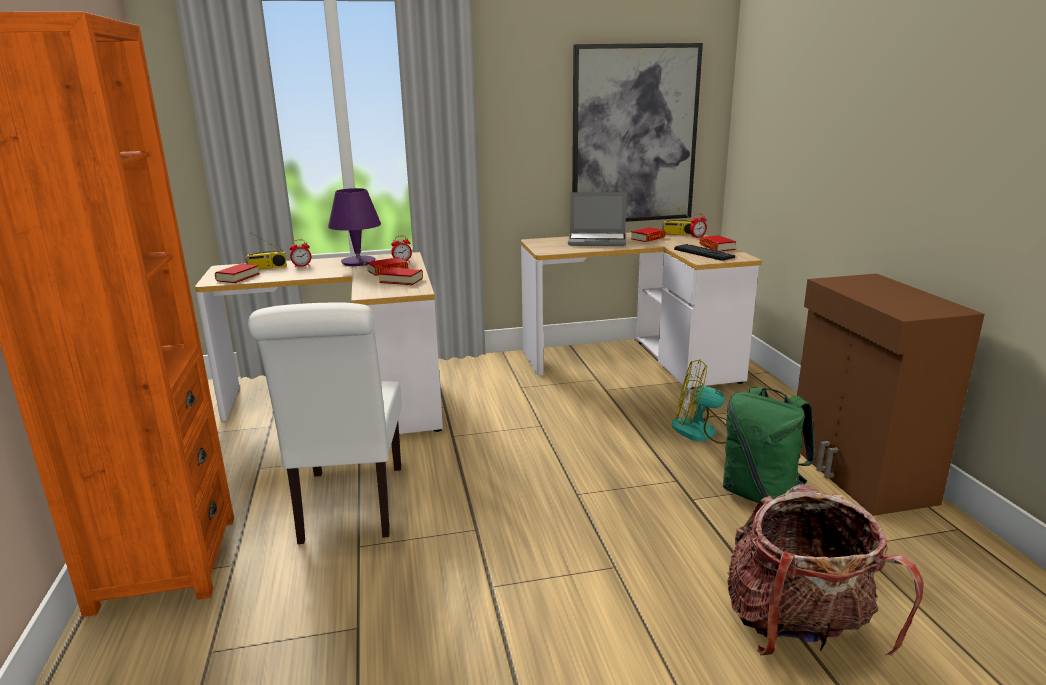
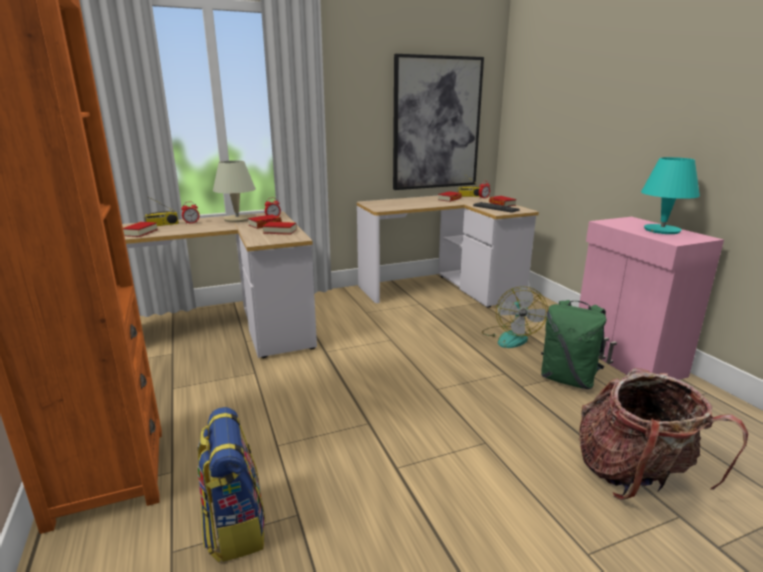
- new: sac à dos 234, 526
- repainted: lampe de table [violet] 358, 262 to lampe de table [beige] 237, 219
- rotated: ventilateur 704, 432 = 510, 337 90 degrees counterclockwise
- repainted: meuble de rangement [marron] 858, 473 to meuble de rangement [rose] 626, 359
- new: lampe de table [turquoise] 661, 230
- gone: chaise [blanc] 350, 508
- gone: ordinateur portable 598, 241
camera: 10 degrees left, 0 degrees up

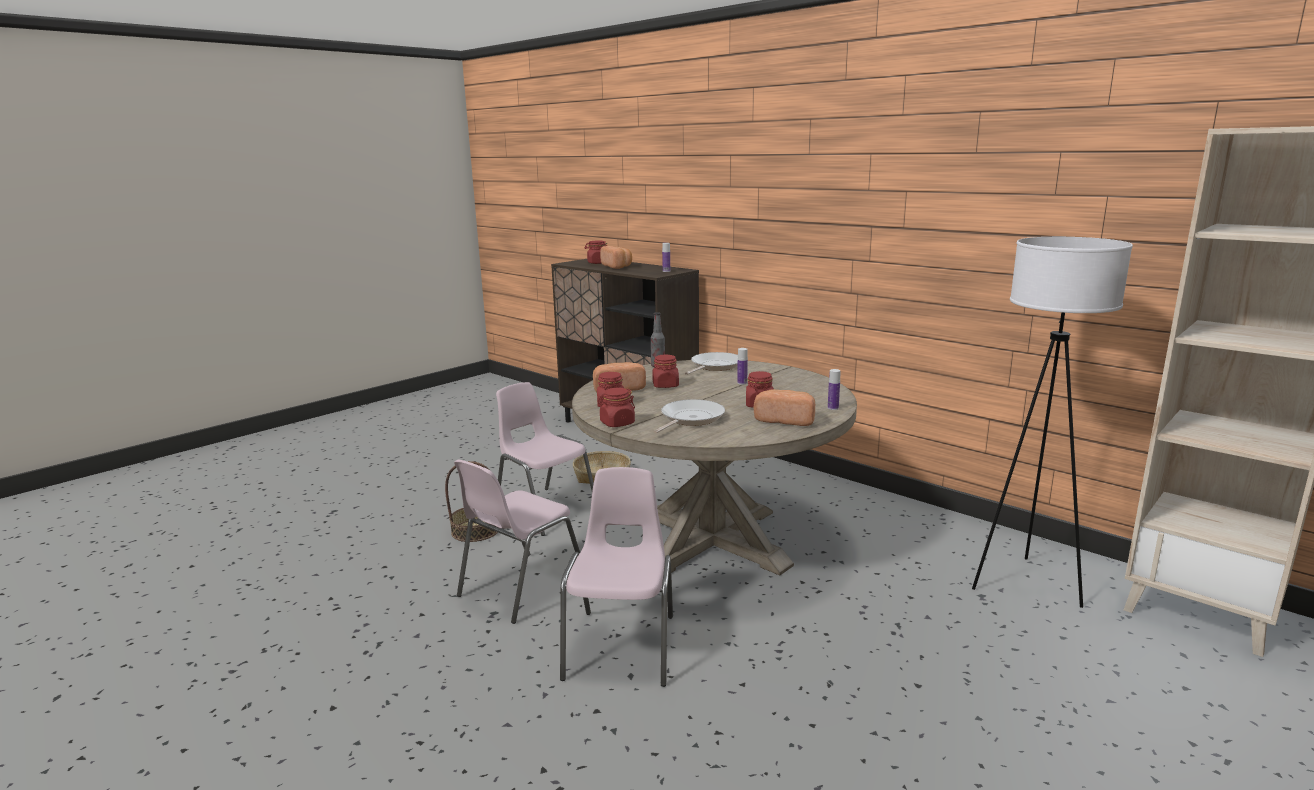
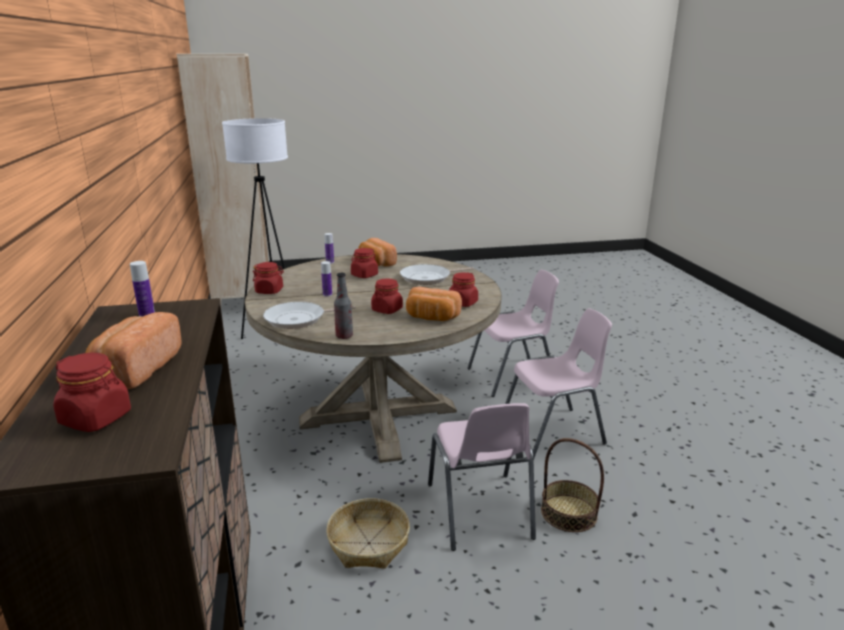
- shifted: bocal [rouge] 617, 423 to 269, 291
- rotated: chaise [rose] 622, 645 = 513, 377 150 degrees counterclockwise
camera: 145 degrees left, 5 degrees up

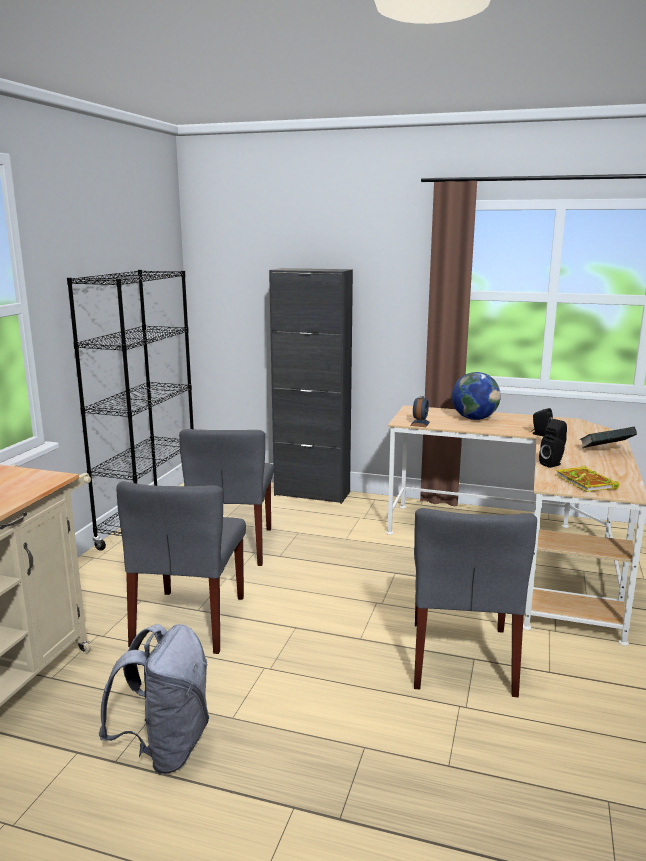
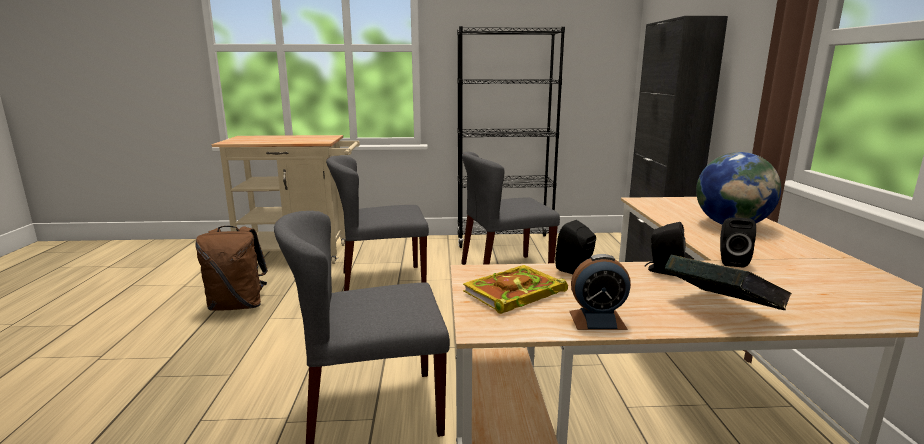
- repainted: sac à dos [gris] 165, 748 to sac à dos [marron] 238, 305
- shifted: réveil 420, 424 to 597, 320
camera: 70 degrees right, 0 degrees up

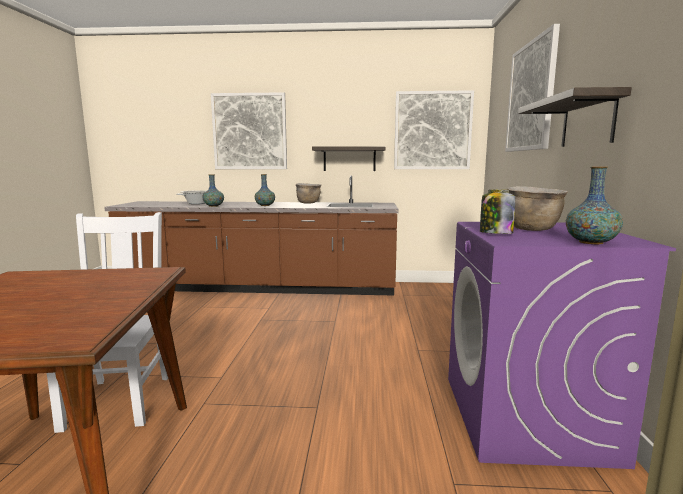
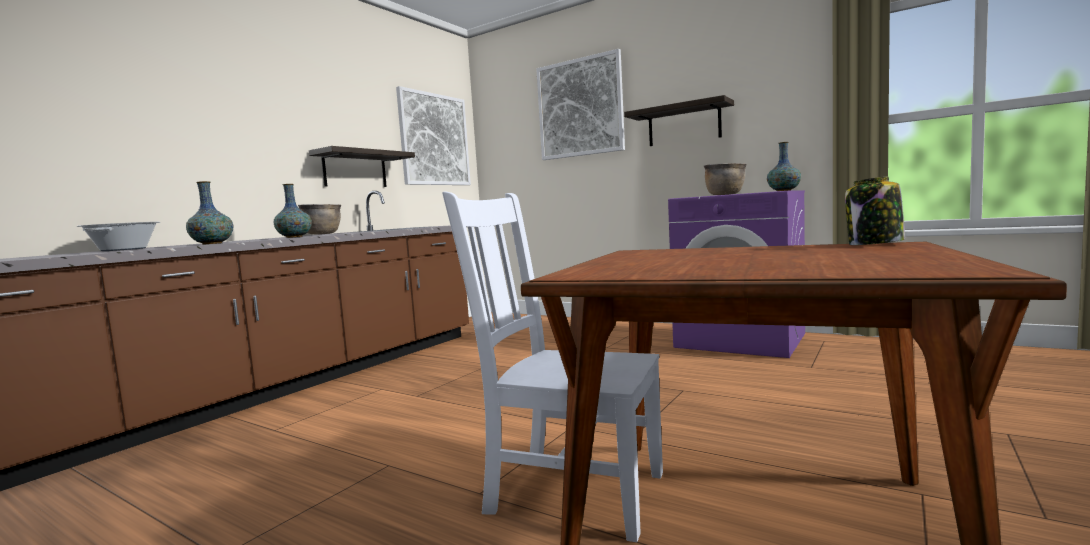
- shifted: bocal 495, 233 to 874, 244
- gone: tableau 250, 131
camera: 60 degrees left, 5 degrees down

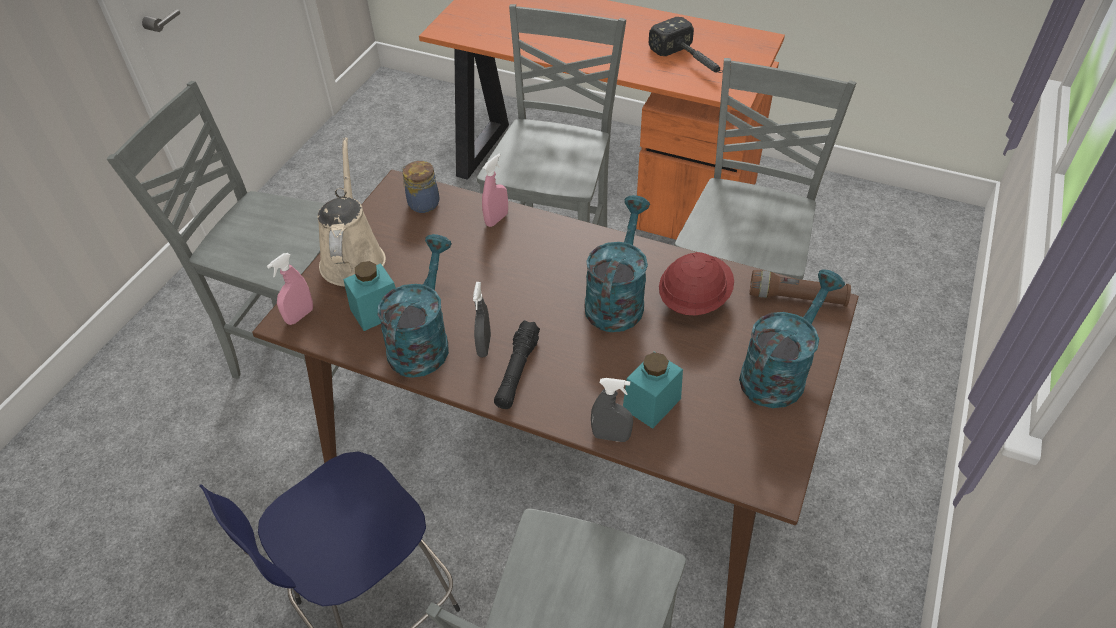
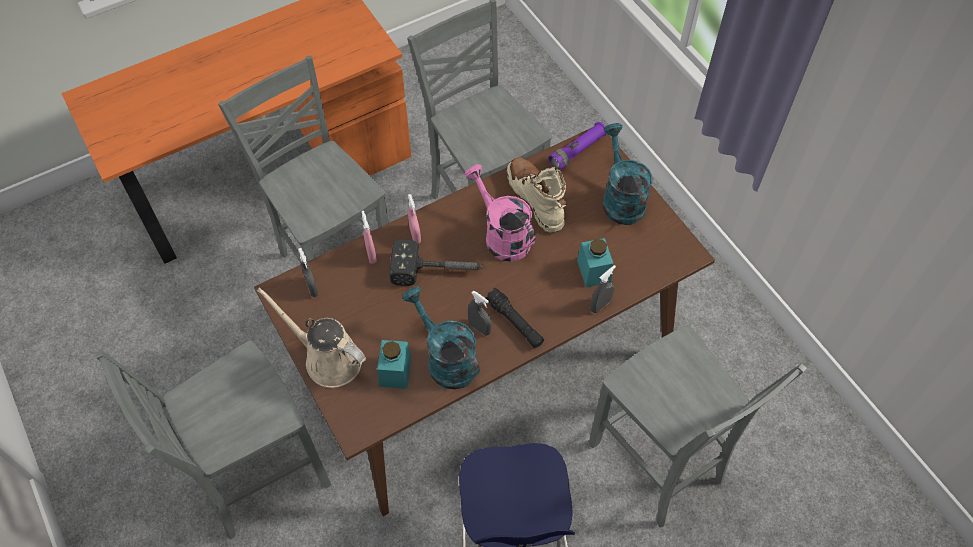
- swapped: bocal 422, 203 to vaporisateur [gris] 312, 288
- shifted: marteau 690, 62 to 439, 271
- shifted: vaporisateur [rose] 300, 316 to 415, 235
- repainted: arrosoir [turquoise] 617, 298 to arrosoir [rose] 502, 235
- swapped: casque de chantier [rouge] 693, 299 to botte [beige] 536, 199
- repainted: lampe de poche [marron] 797, 298 to lampe de poche [violet] 577, 151
camera: 55 degrees left, 10 degrees up

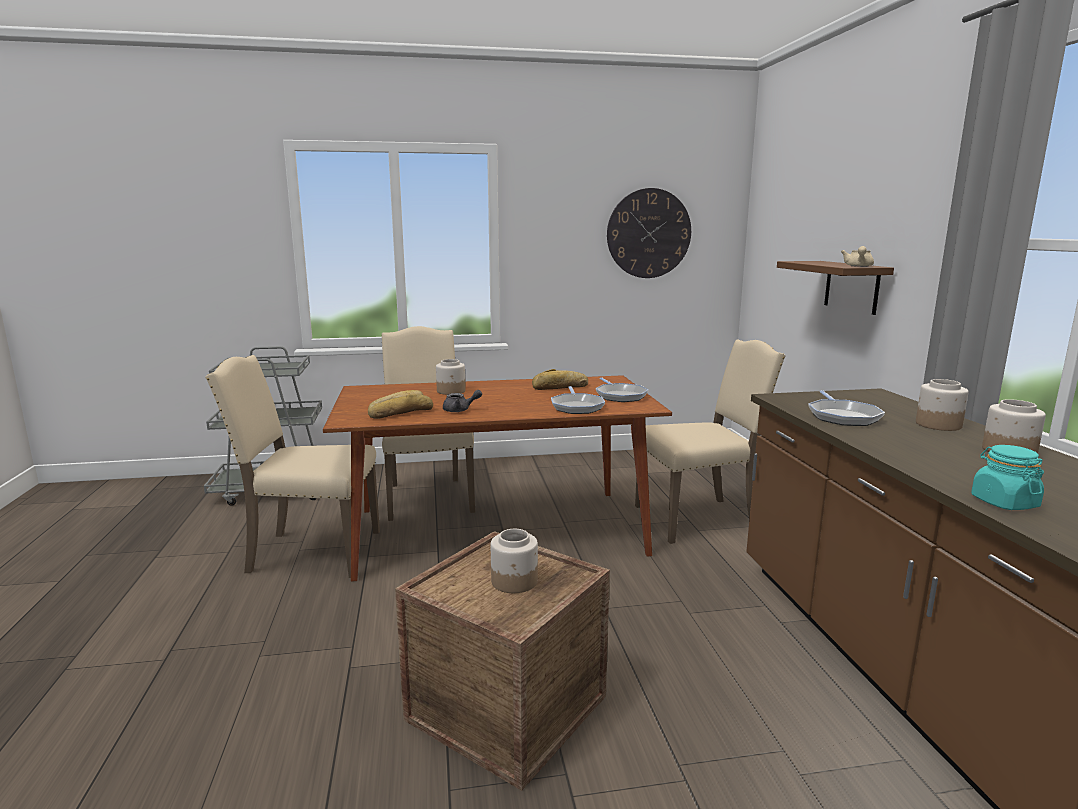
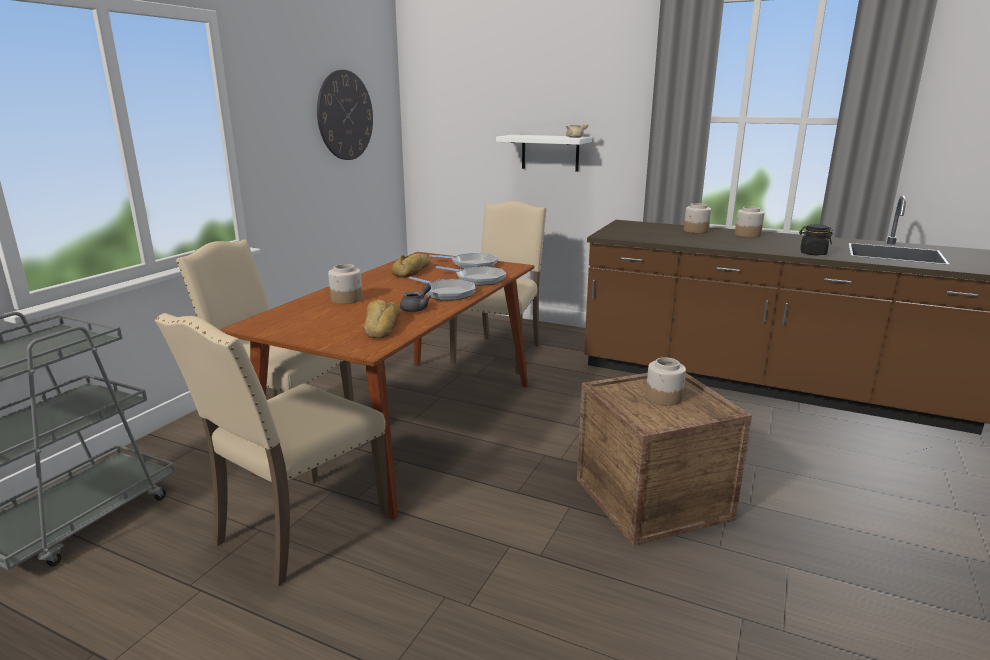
- shifted: poêle 842, 416 to 446, 293
- repainted: étagère [marron] 851, 286 to étagère [blanc] 550, 152
- repainted: bocal [turquoise] 1003, 502 to bocal [noir] 812, 253
camera: 55 degrees left, 5 degrees up

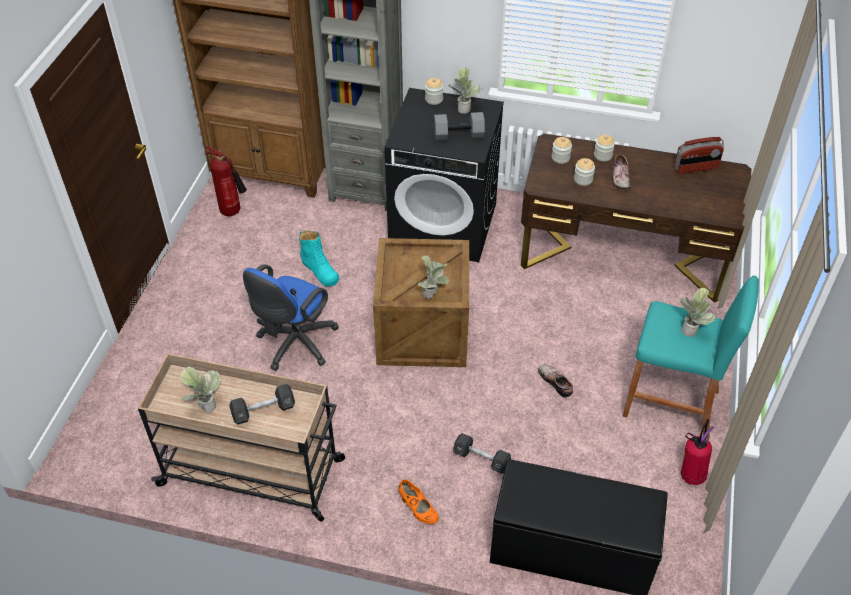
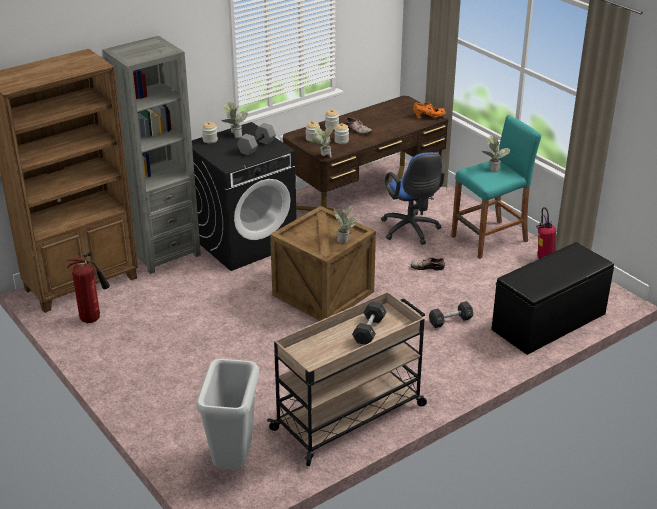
- new: poubelle [gris] 232, 462
- shifted: plante en pot 204, 404 to 323, 157
- shifted: chaise de bureau [bleu] 294, 344 to 411, 231
- shifted: chaussure [orange] 418, 509 to 429, 117
- gone: botte [turquoise] 320, 270
- gone: radio 696, 168
camera: 50 degrees left, 15 degrees down

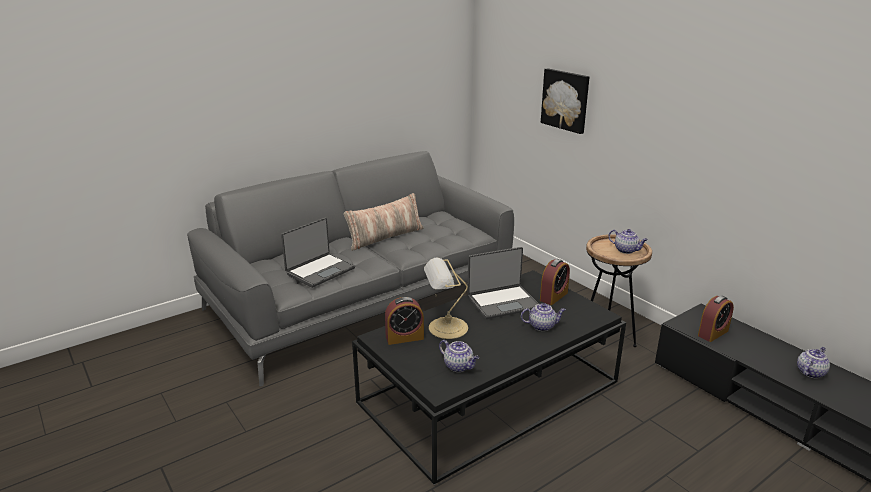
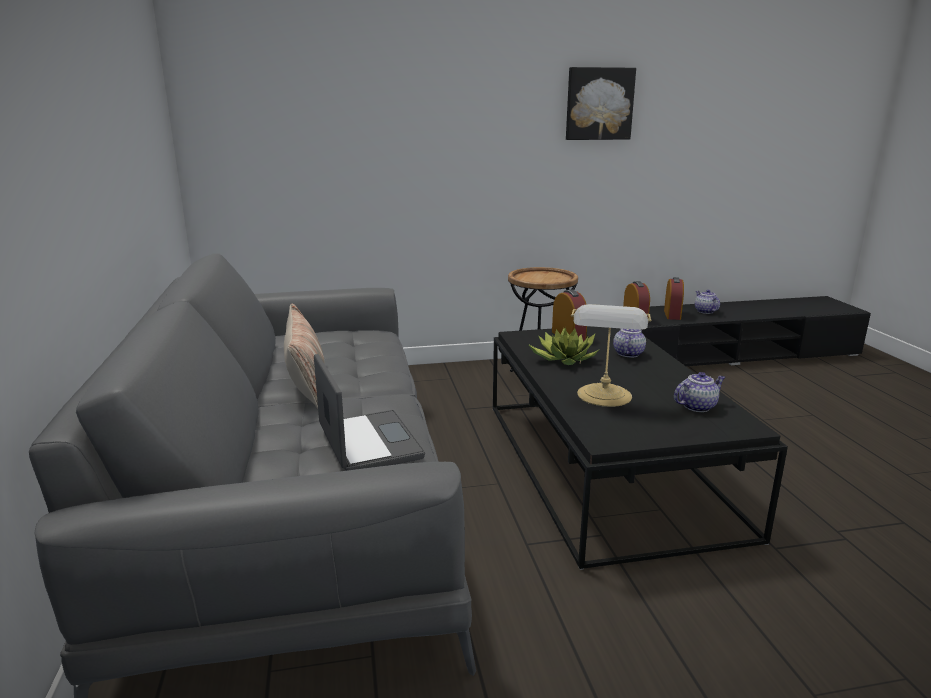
- swapped: ordinateur portable 502, 302 to plante en pot 563, 358
- shifted: tableau 566, 100 to 599, 104
- shifted: réveil 404, 337 to 672, 314
- gone: théière 626, 250
camera: 65 degrees left, 5 degrees down

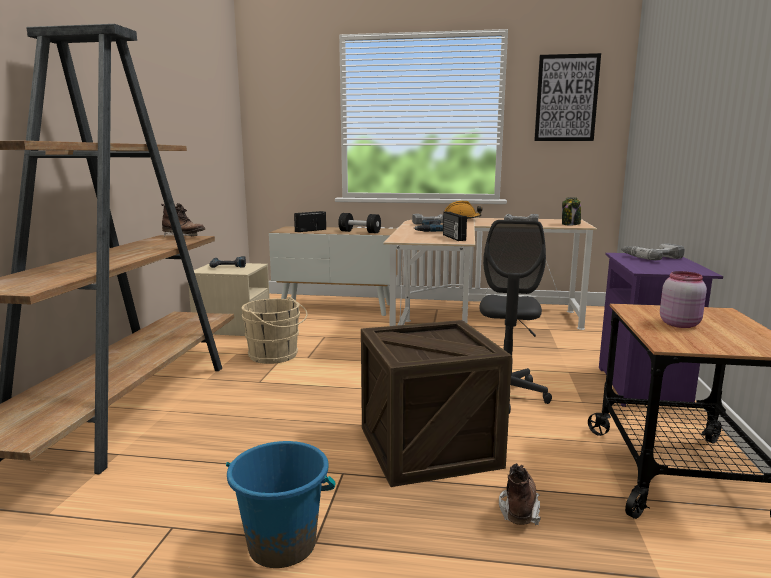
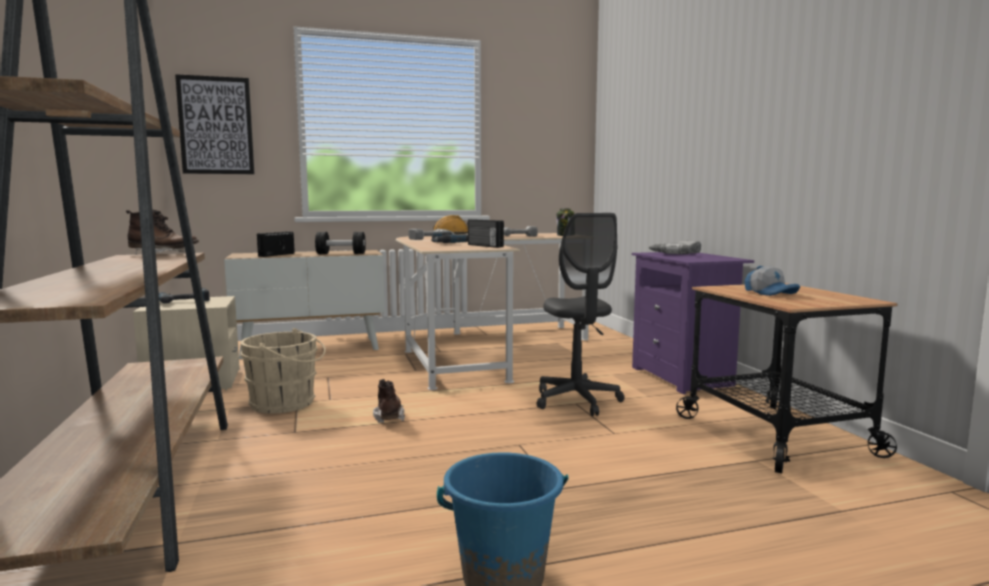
- shifted: tableau 566, 98 to 216, 125
- shifted: botte [marron] 519, 508 to 389, 416
- swapped: bocal [rose] 679, 324 to casquette 771, 293
- gone: caisse 428, 447
camera: 25 degrees left, 5 degrees down

